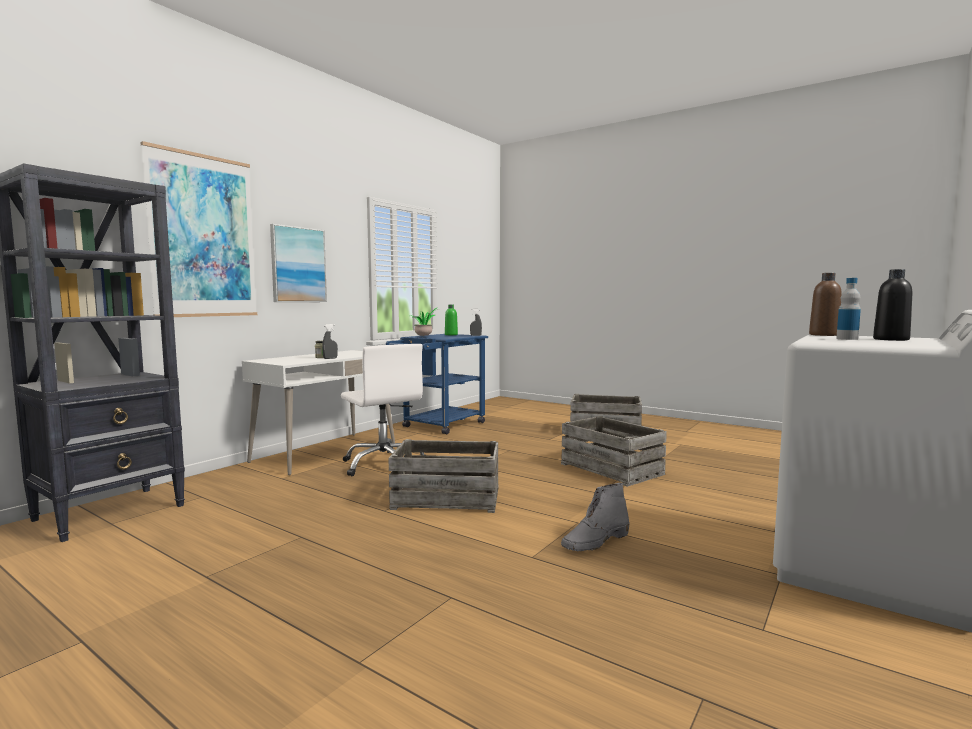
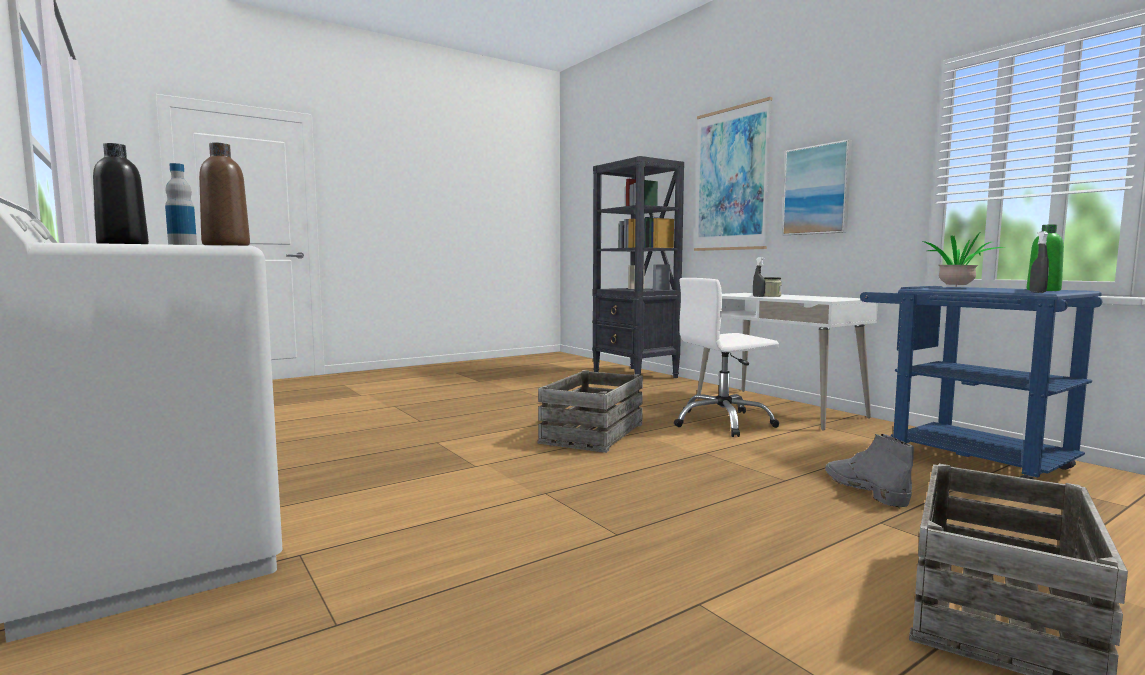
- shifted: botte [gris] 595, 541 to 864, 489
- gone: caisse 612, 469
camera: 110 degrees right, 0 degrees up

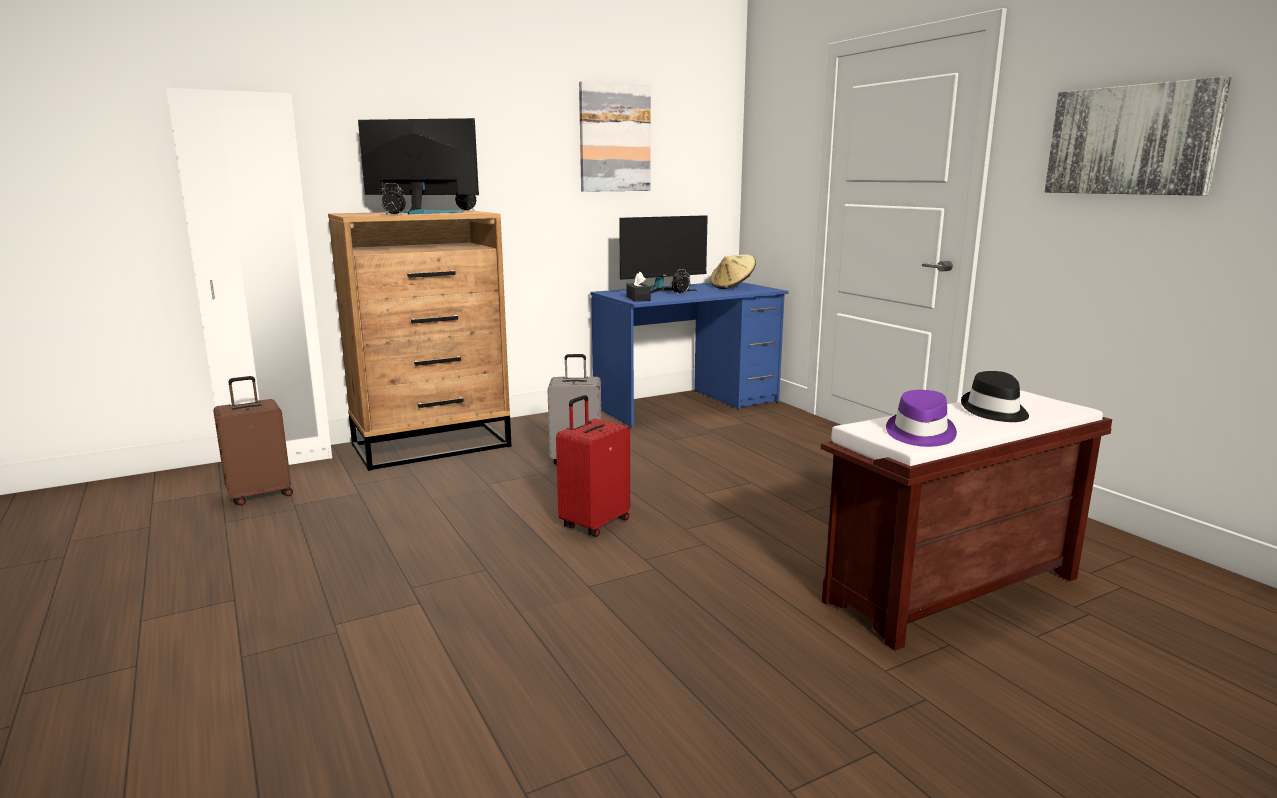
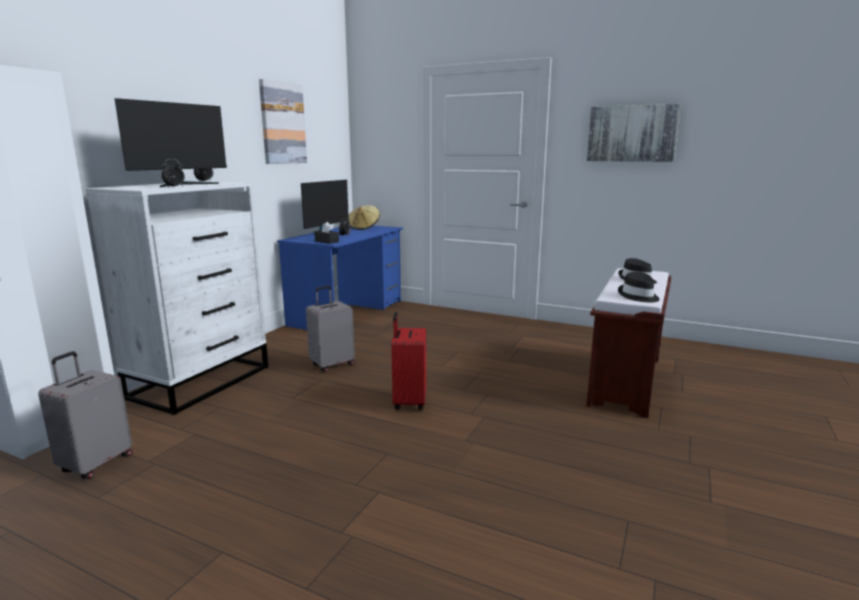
- repainted: valise [marron] 260, 495 to valise [gris] 96, 464
- repainted: commode [marron] 433, 445 to commode [blanc] 201, 381
- rotated: écran d'ordinateur 420, 213 = 180, 184 150 degrees clockwise
- repainted: chapeau [violet] 919, 433 to chapeau [noir] 638, 296
camera: 35 degrees left, 0 degrees up

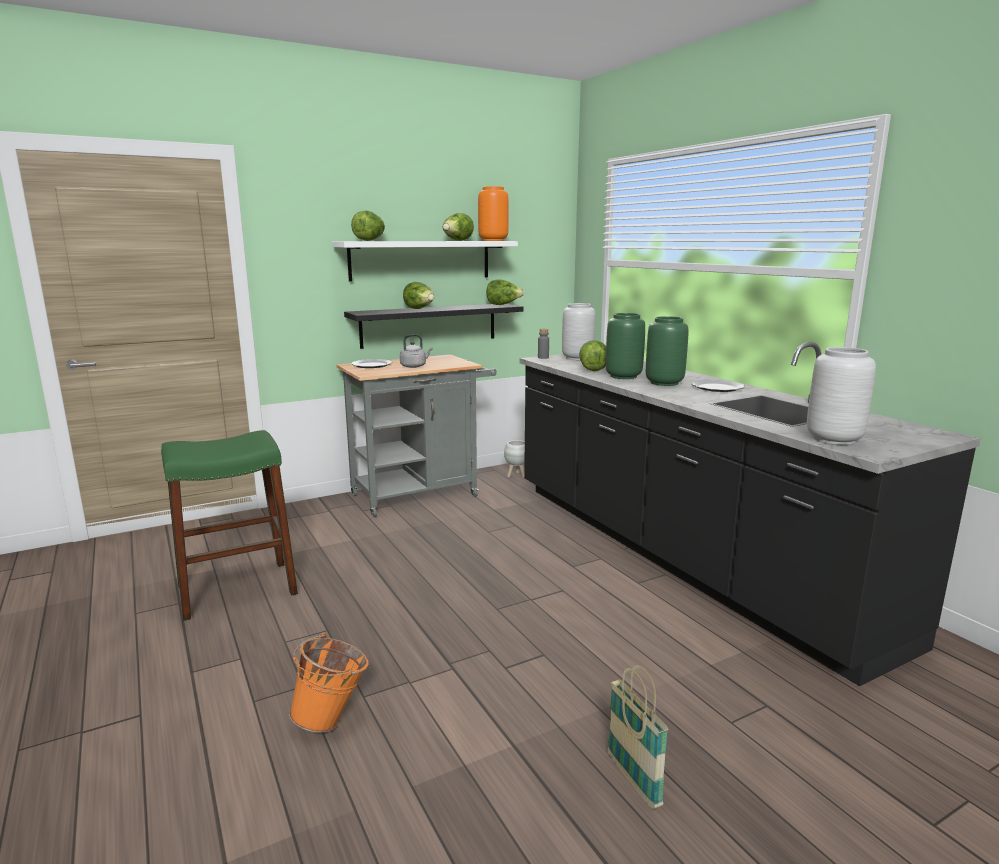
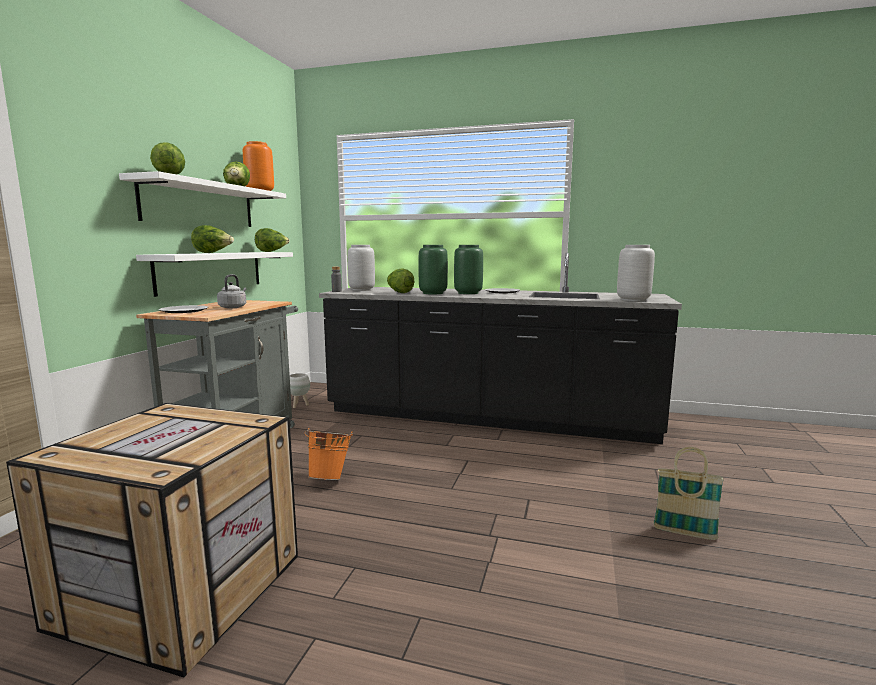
- swapped: tabouret [vert] 237, 589 to caisse 183, 588
- repainted: étagère [noir] 429, 325 to étagère [blanc] 211, 271
- shifted: seau [orange] 333, 719 to 330, 478
camera: 45 degrees left, 5 degrees down

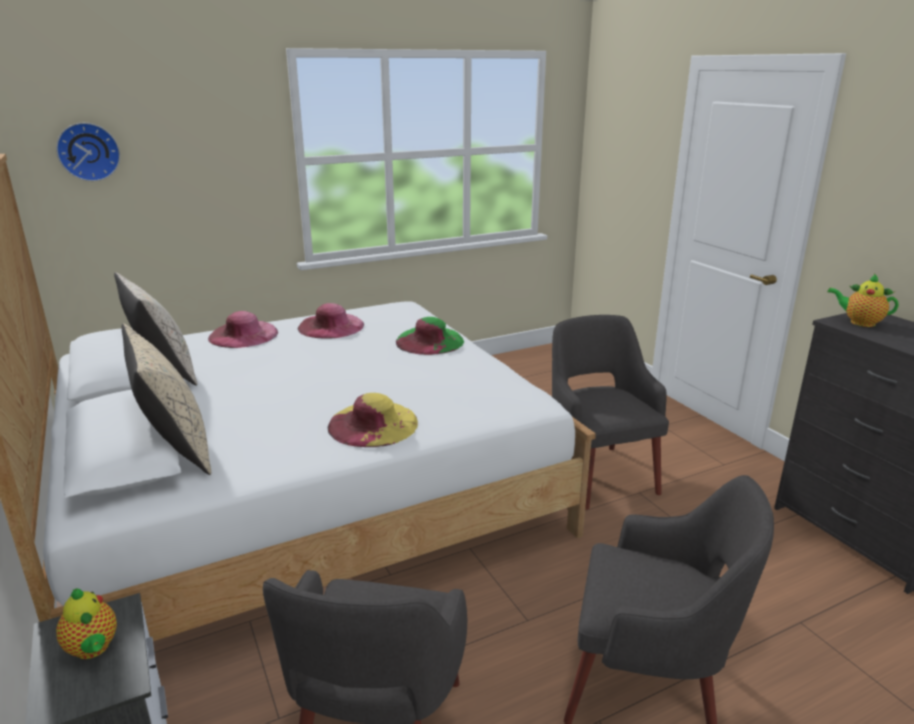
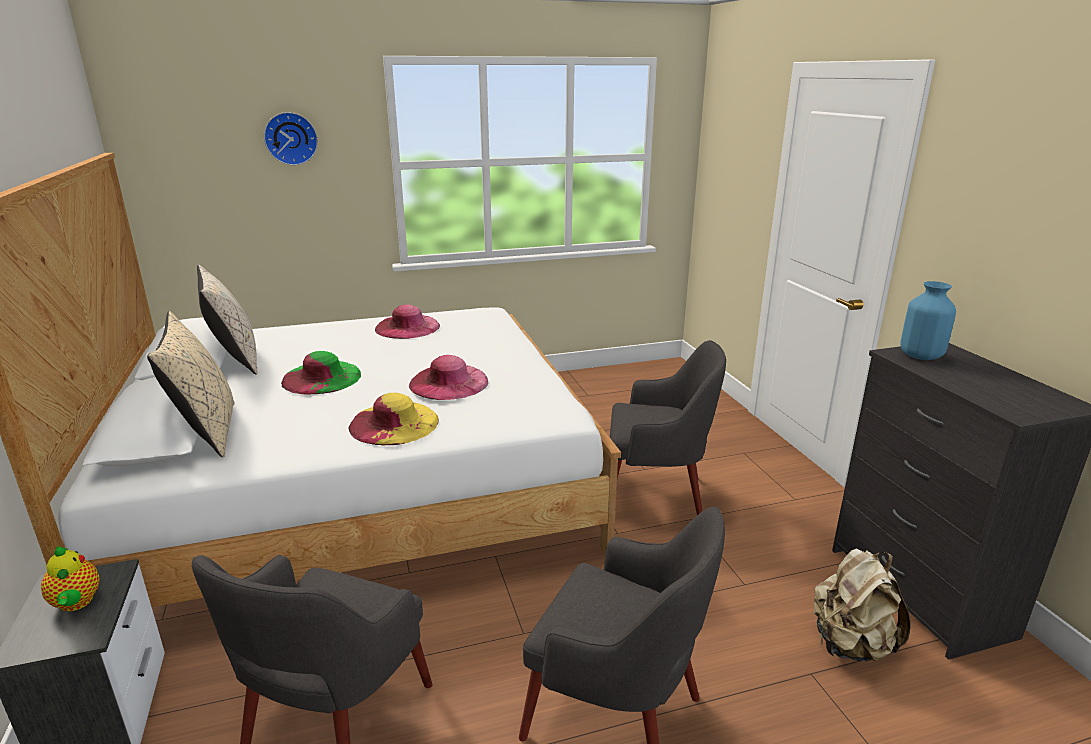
- shifted: horloge murale 88, 151 to 291, 138
- shifted: chapeau [vert] 429, 341 to 322, 378
- shifted: chapeau [rose] 243, 335 to 449, 382
- rotated: fauteuil [gris] 598, 474 = 655, 496 105 degrees clockwise
- new: sac à dos [beige] 850, 645
- swapped: théière 859, 322 to vase [bleu] 921, 356
camera: 10 degrees right, 0 degrees up

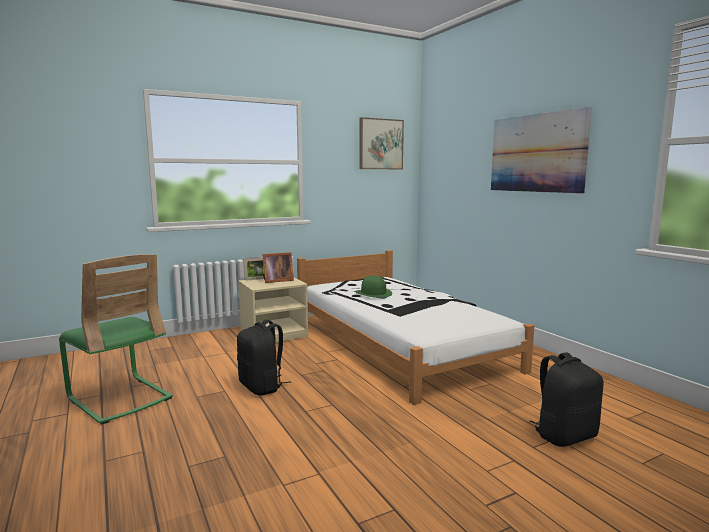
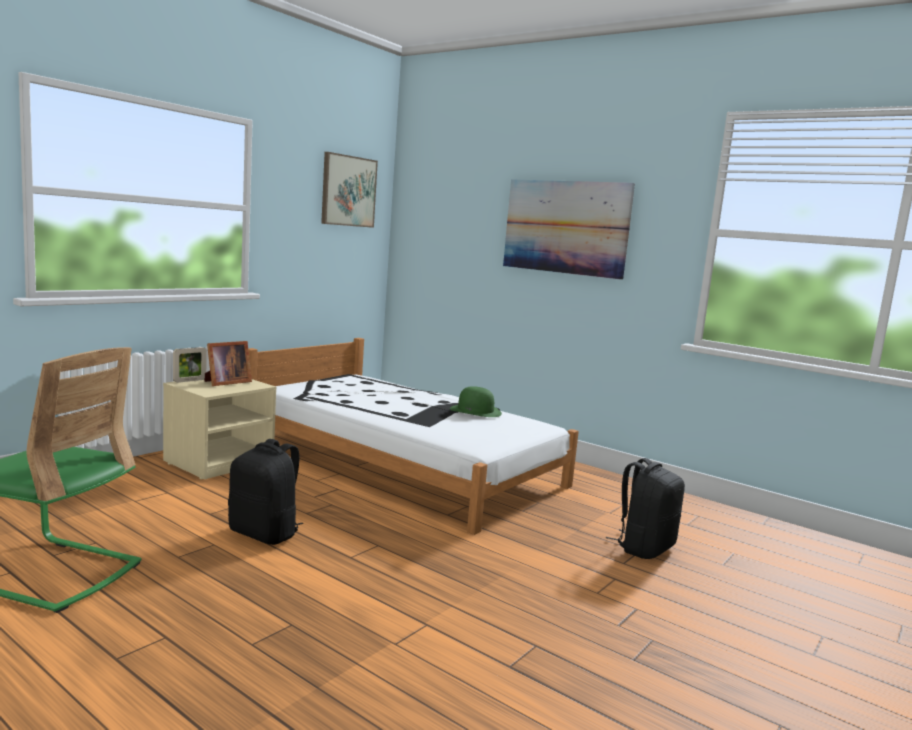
- shifted: chapeau [vert] 373, 293 to 475, 411
camera: 25 degrees left, 0 degrees up

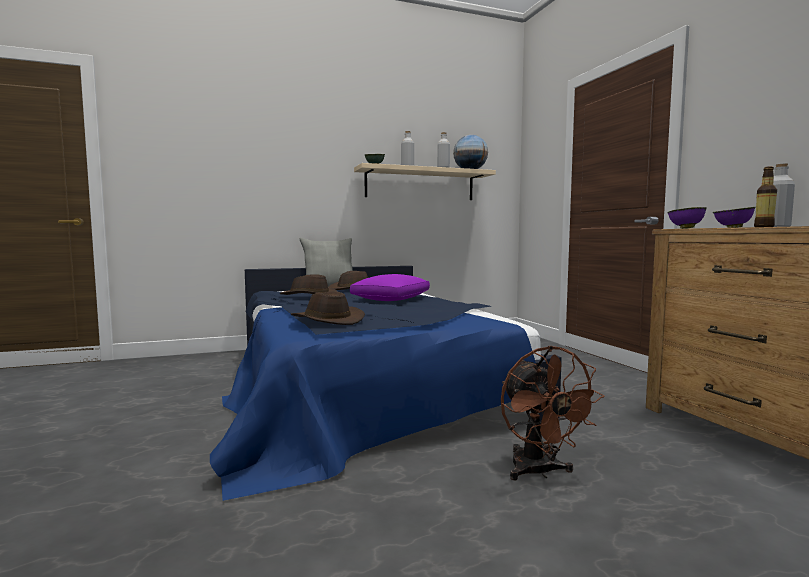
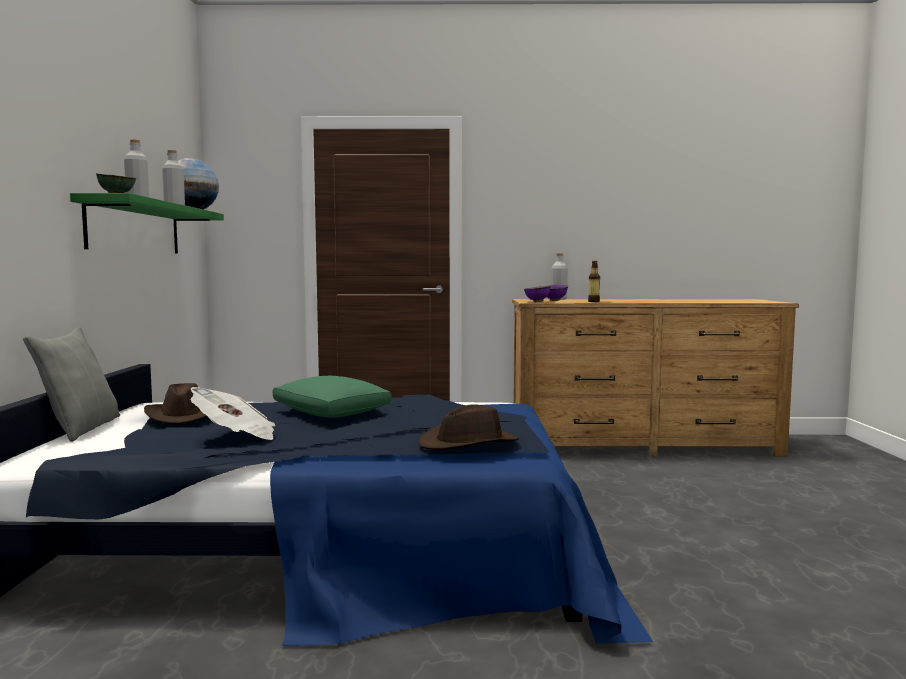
- repainted: étagère [beige] 420, 184 to étagère [vert] 135, 228
- swapped: chapeau [marron] 309, 295 to journal 236, 436
- repainted: coussin [violet] 391, 299 to coussin [vert] 332, 413
- gone: ventilateur [marron] 539, 472
camera: 70 degrees left, 0 degrees up

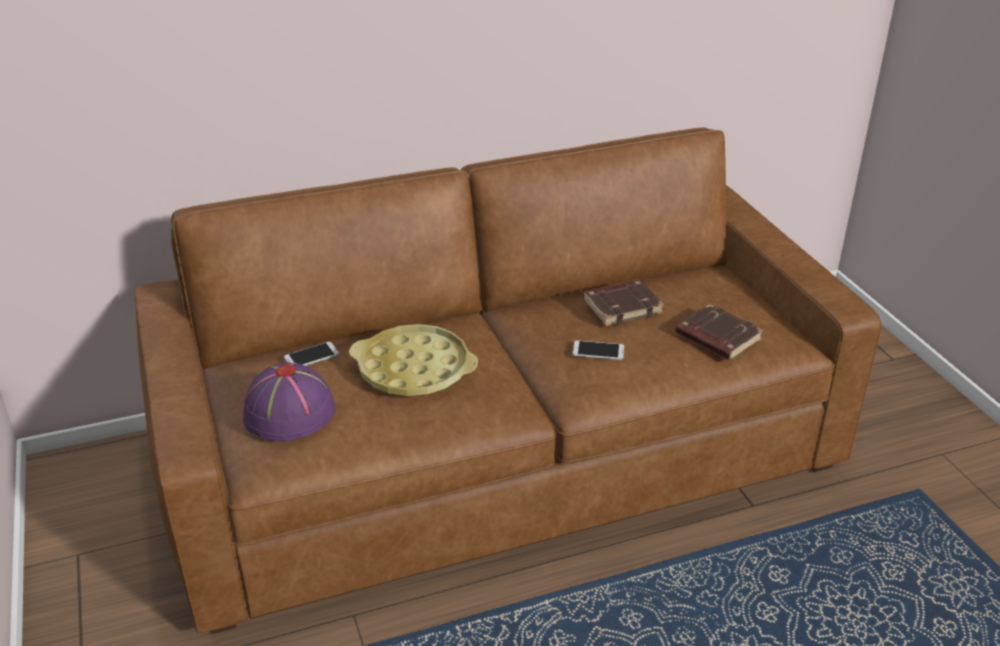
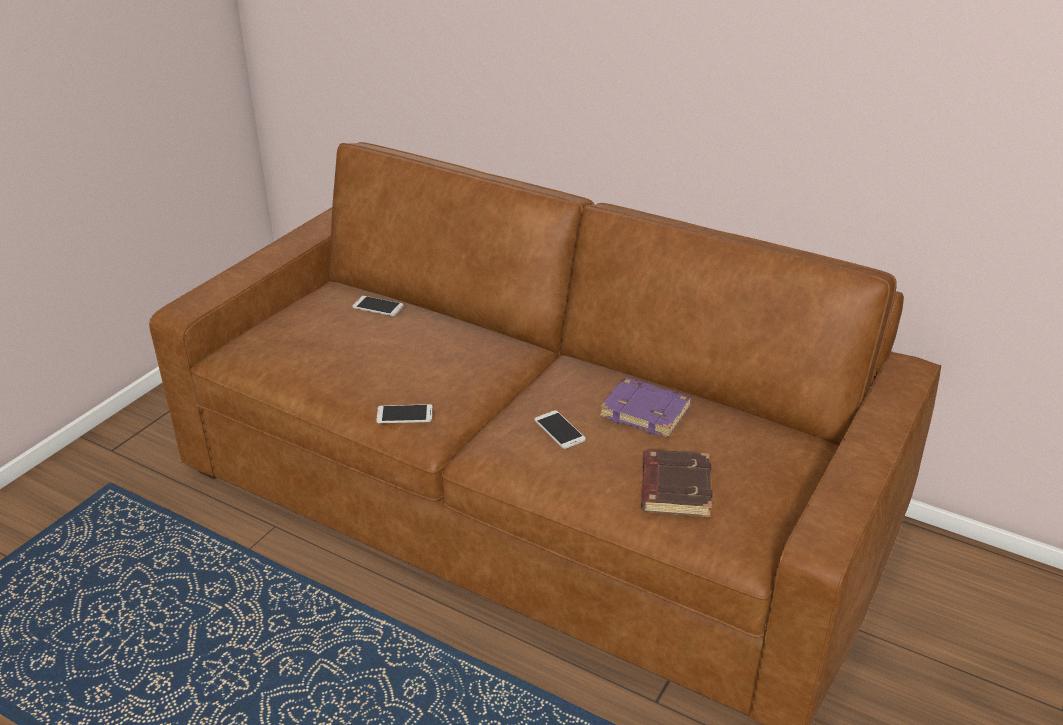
- new: téléphone 404, 414
- repainted: livre [marron] 622, 307 to livre [violet] 646, 412
- gone: chapeau [violet] 289, 413
- gone: plateau [jaune] 414, 369
camera: 50 degrees right, 0 degrees up

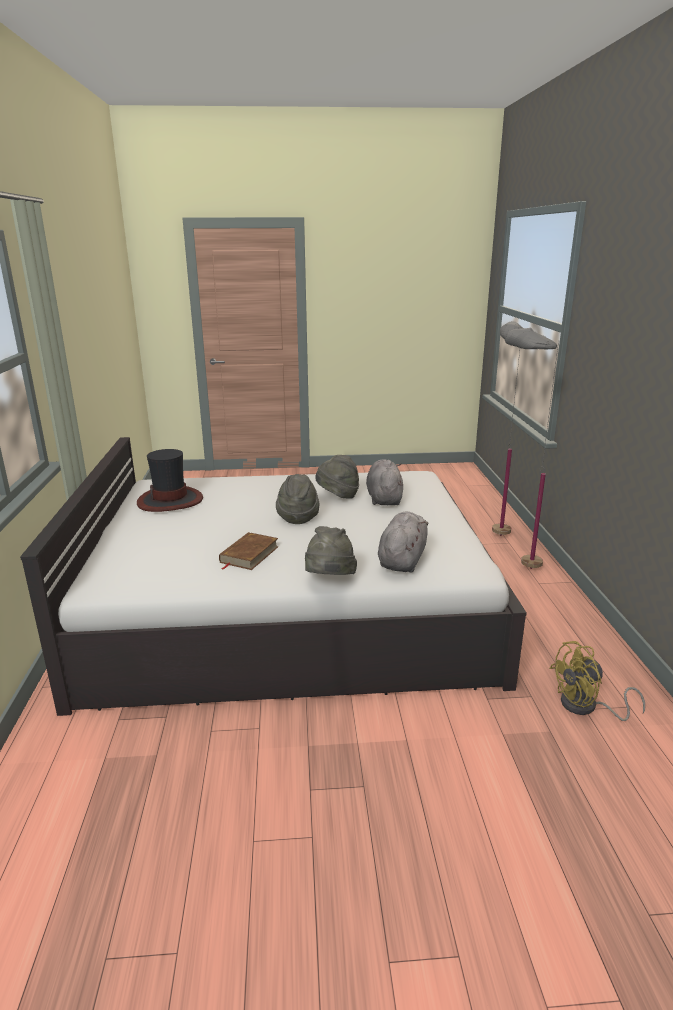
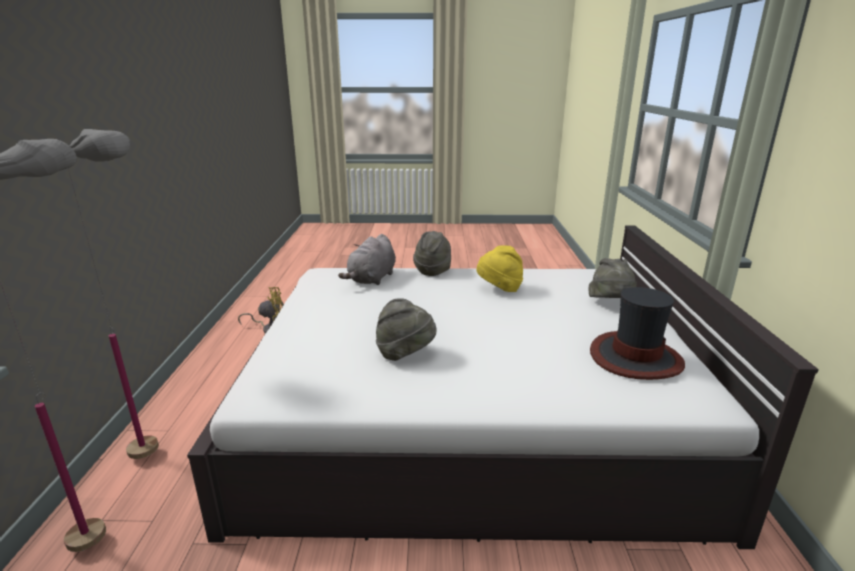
- swapped: livre [marron] 249, 554 to chapeau [jaune] 499, 289
- shifted: chapeau [gris] 298, 517 to 611, 304
- gone: peluche [gris] 384, 498
camera: 175 degrees left, 0 degrees up

